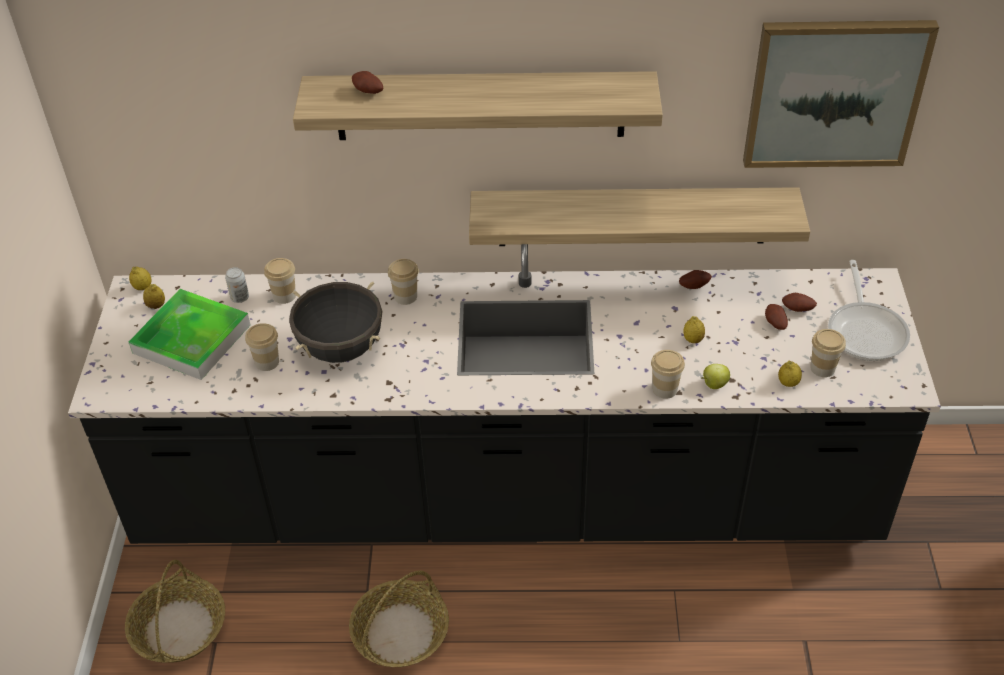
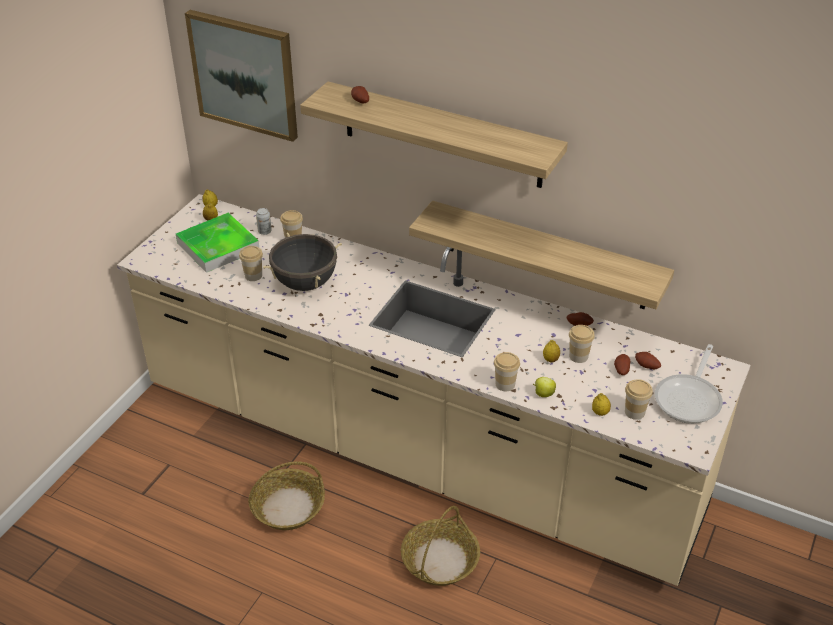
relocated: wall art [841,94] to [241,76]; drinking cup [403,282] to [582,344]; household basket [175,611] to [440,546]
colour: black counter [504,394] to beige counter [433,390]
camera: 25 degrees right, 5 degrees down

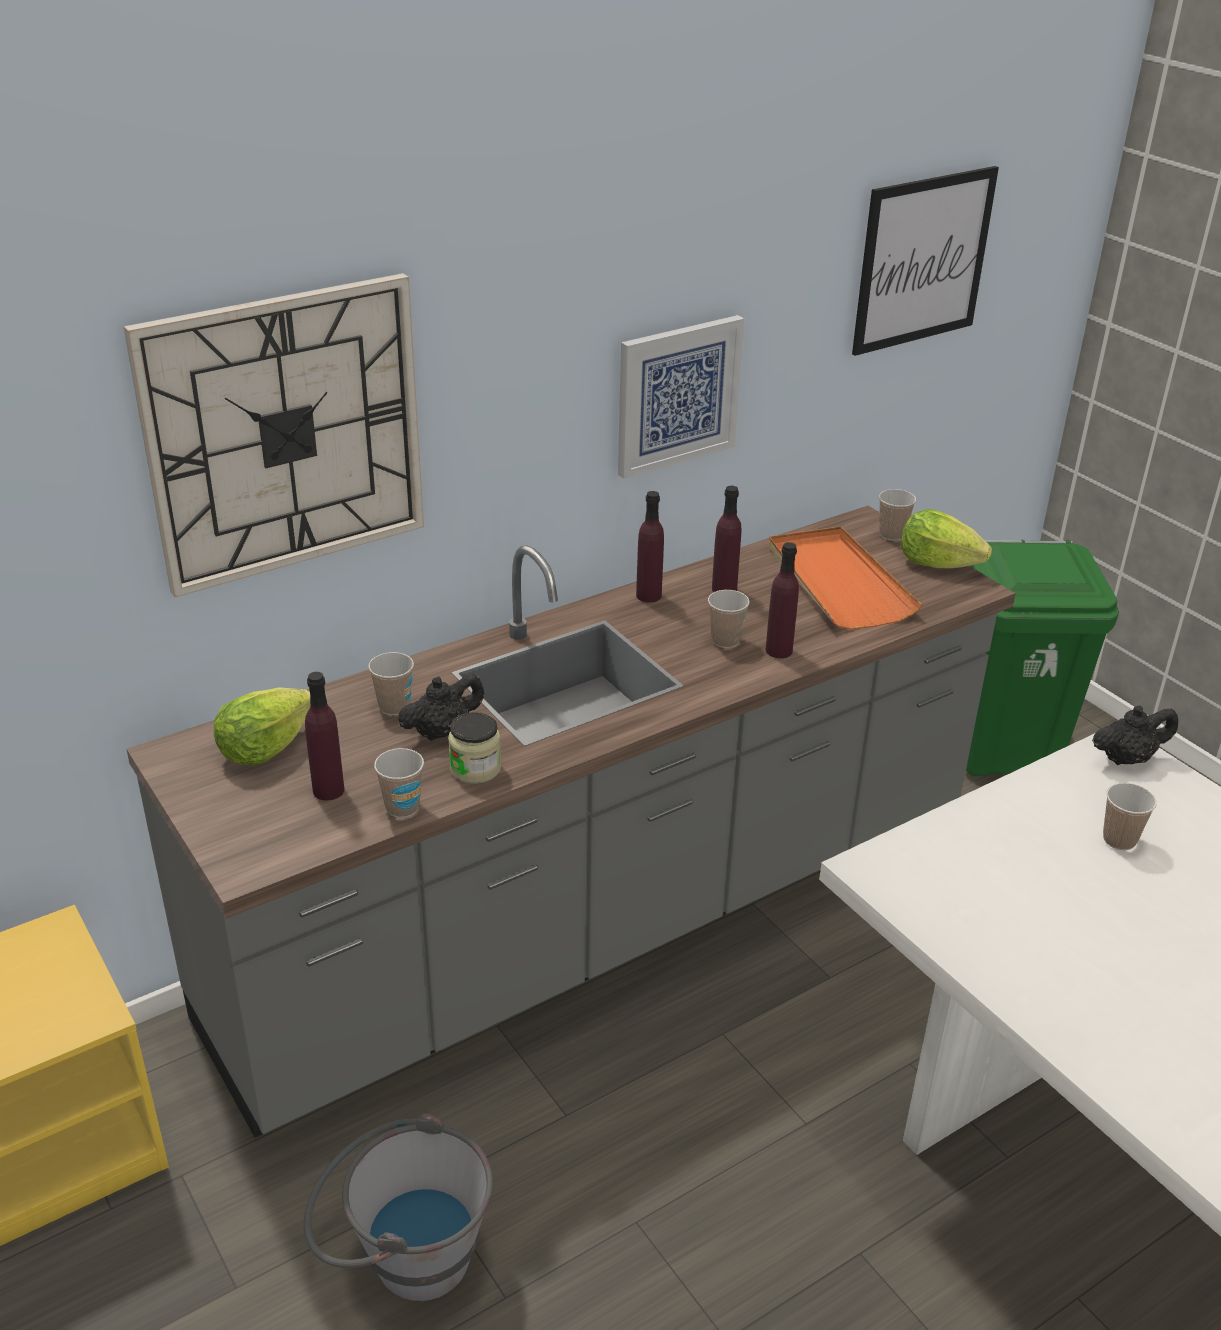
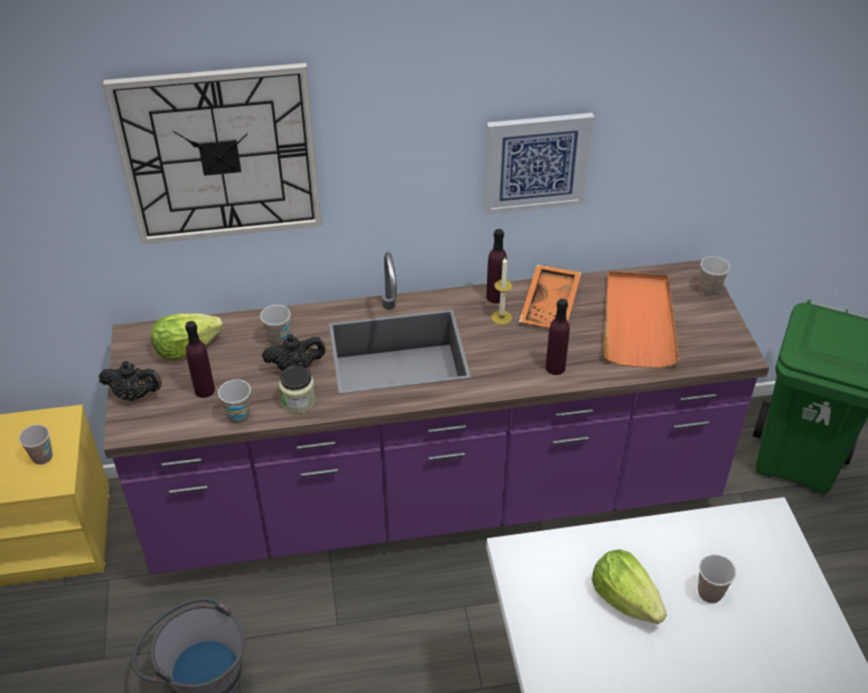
missing: wall art [925,261]
appeared: candle [502,291]
relocated: lettuce [946,538] to [629,586]; drinking cup [729,619] to [36,445]; black pot for tea [1135,735] to [130,381]
exchanged: purple-coloured beverage bottle [727,539] to orange-coloured carrying tray [550,296]
colour: greyish counter [571,822] to purple-coloured counter [436,413]
camera: 25 degrees right, 10 degrees up

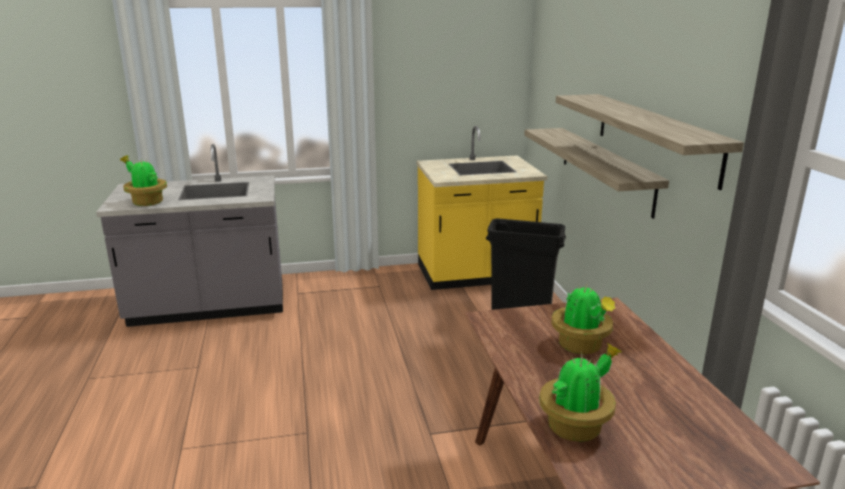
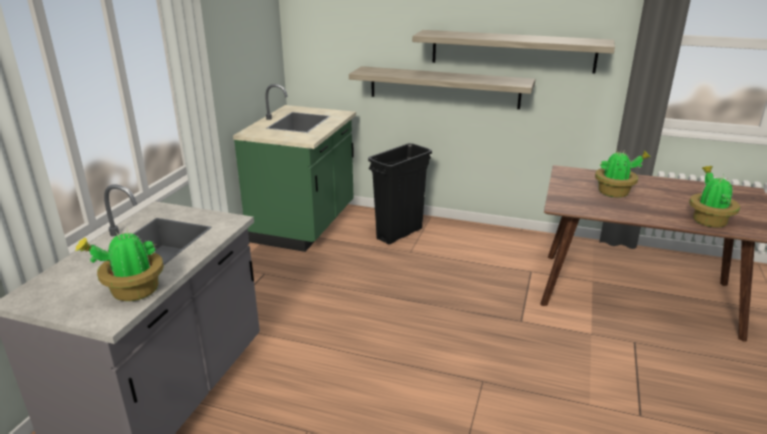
colour: yellow counter [482,208] to green counter [294,168]
camera: 60 degrees left, 5 degrees up

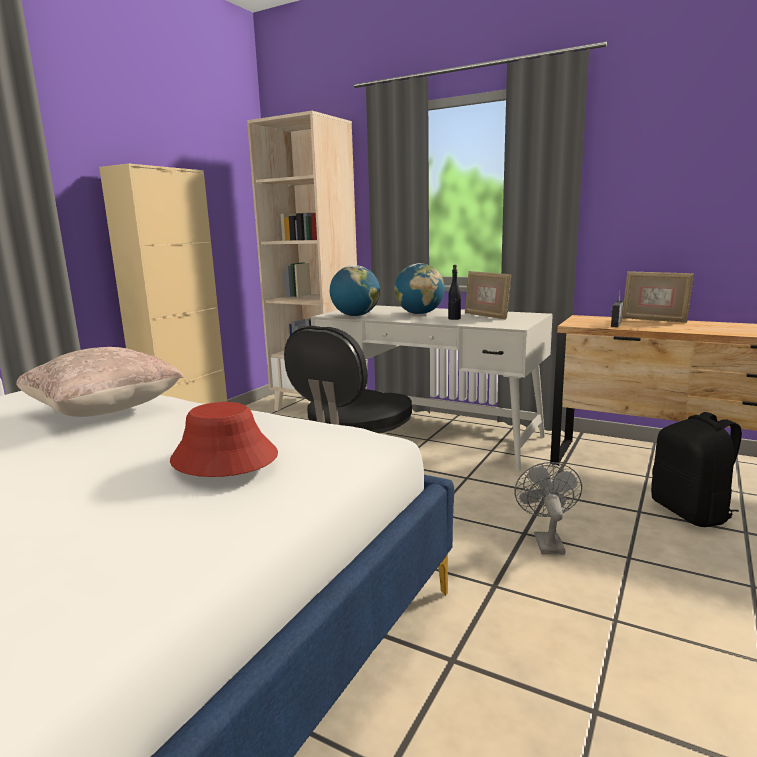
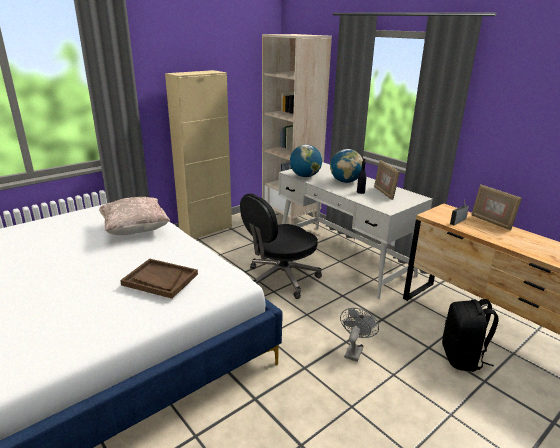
exchanged: red wearable hat [224,439] to brownish carrying tray [159,279]
camera: 20 degrees right, 10 degrees up

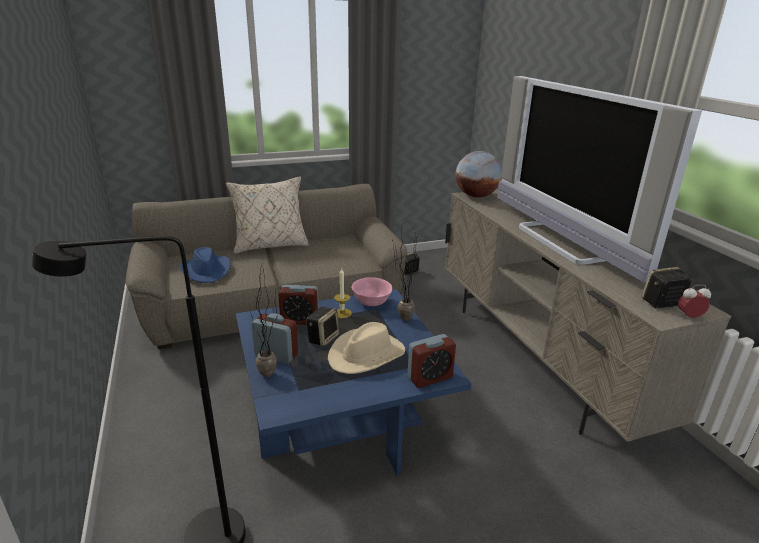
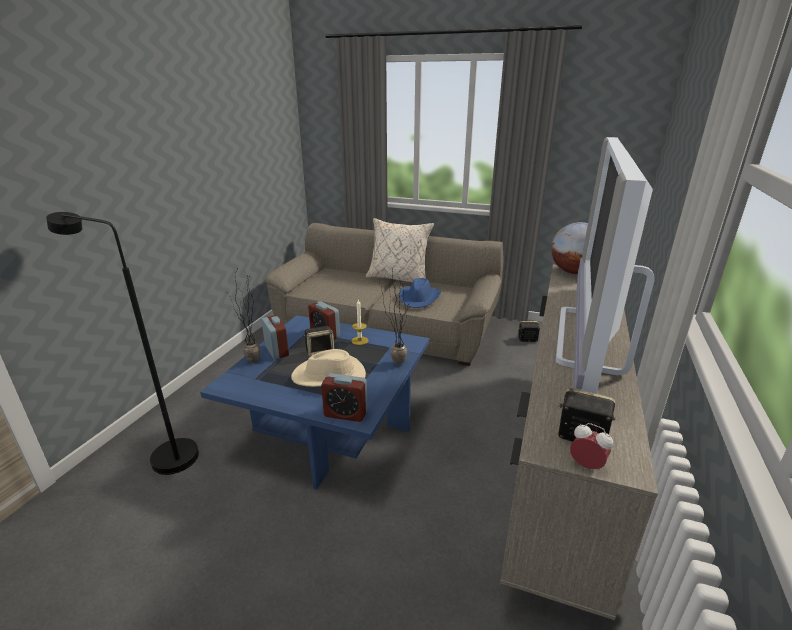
missing: pink deep dish [372,291]
relocated: blue-coloured wearable hat [205,265] to [420,293]
camera: 40 degrees right, 0 degrees up

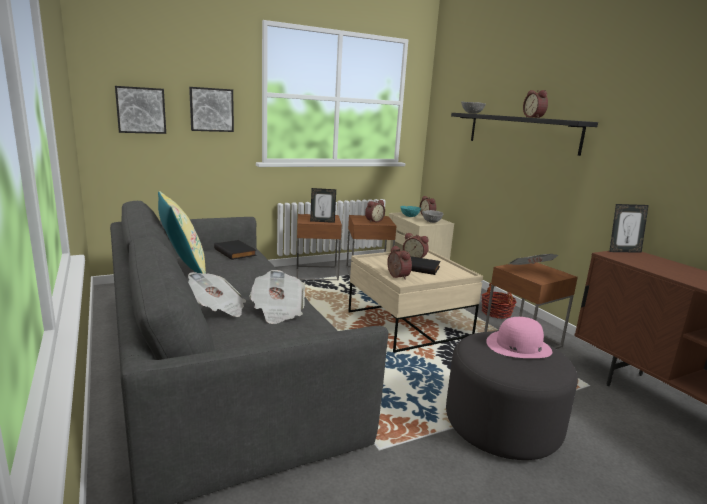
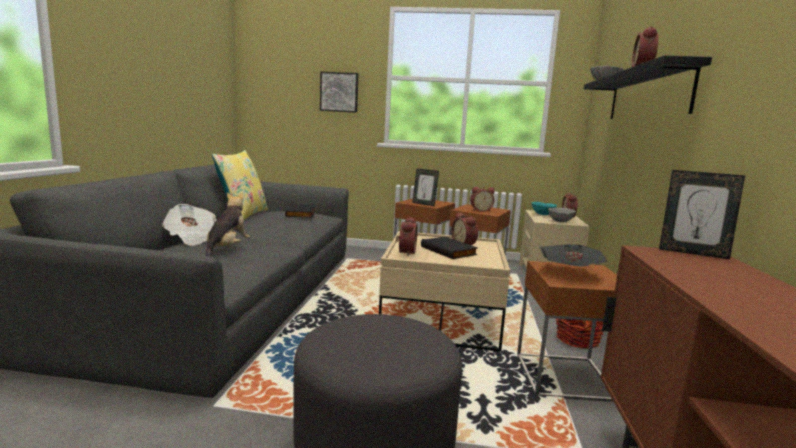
missing: wall art [140,110]; pink wearable hat [519,337]
exchanged: newspaper [277,297] to plush toy [228,224]
camera: 35 degrees right, 5 degrees down

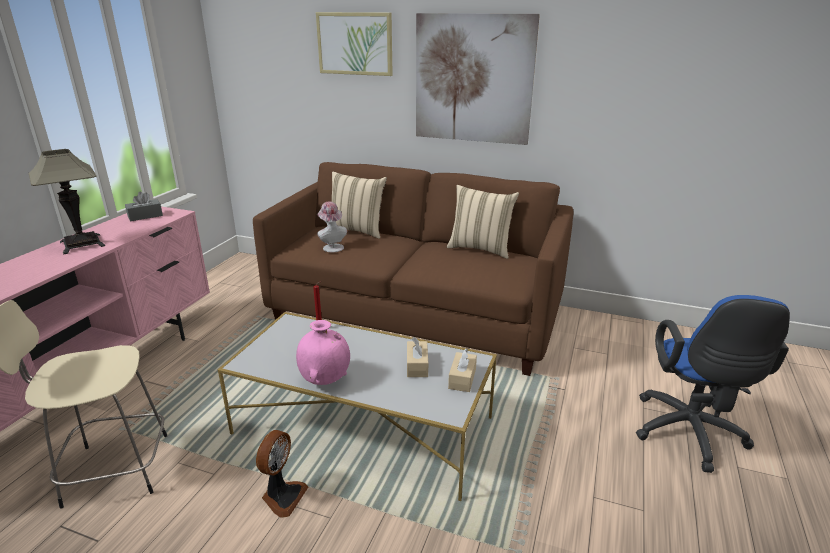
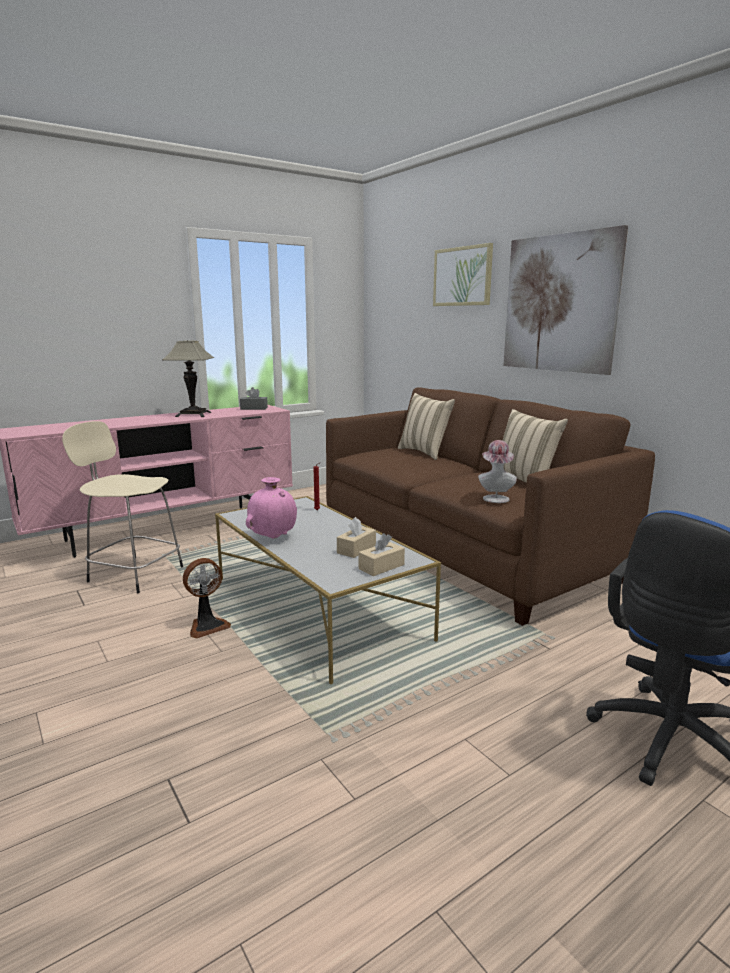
relocated: wearable hat [332,226] to [497,471]
camera: 35 degrees right, 10 degrees down

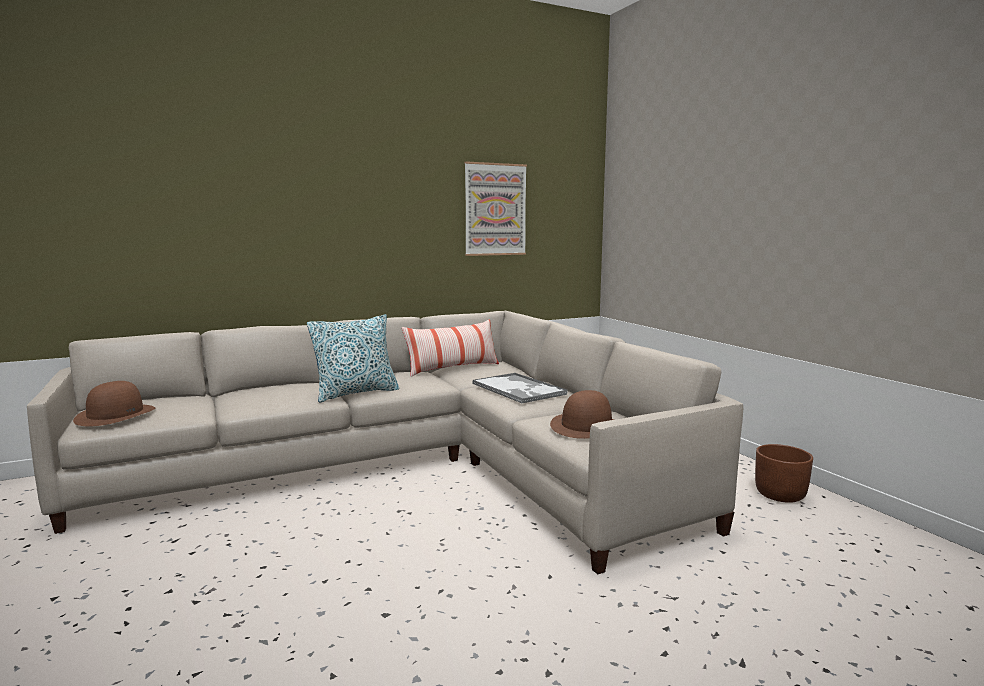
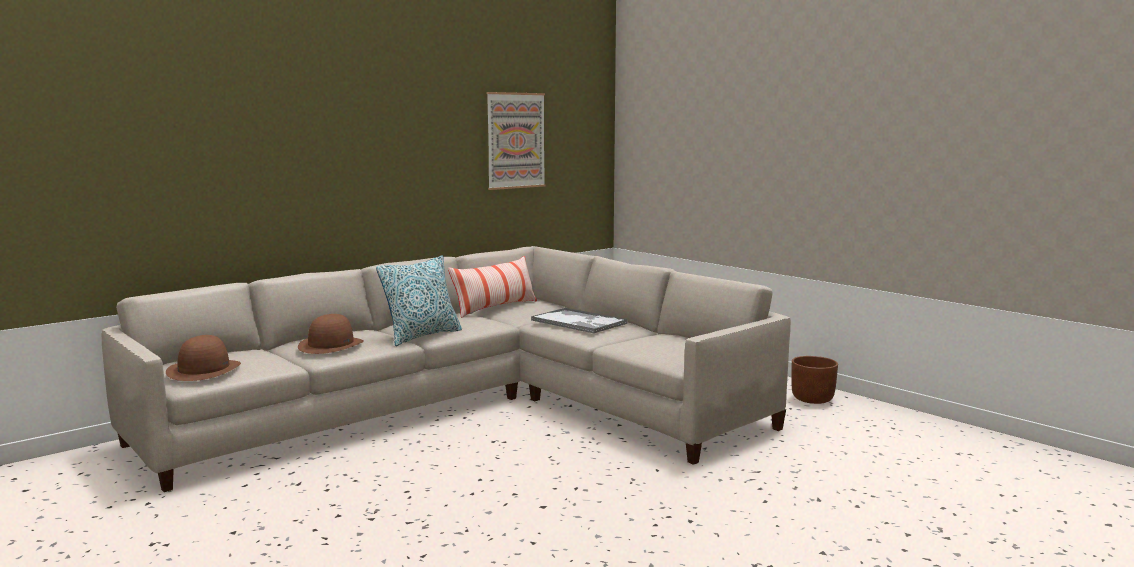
relocated: brownish wearable hat [582,414] to [331,334]
camera: 15 degrees left, 0 degrees up

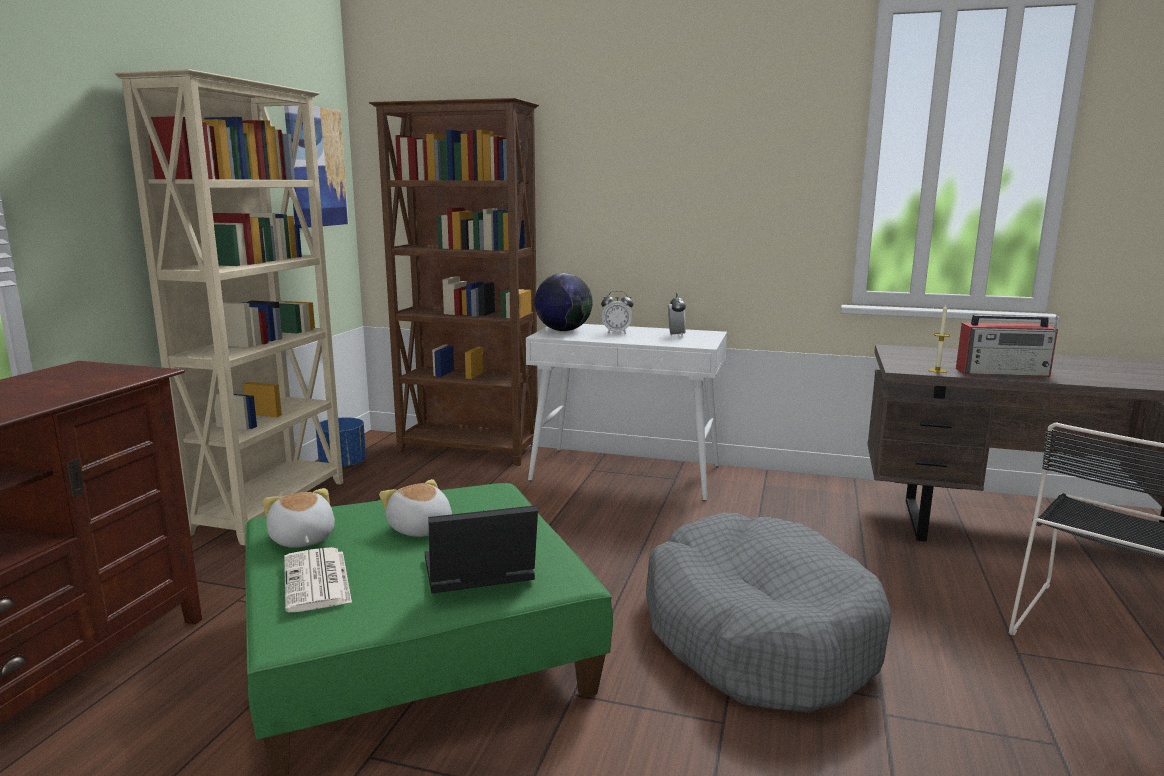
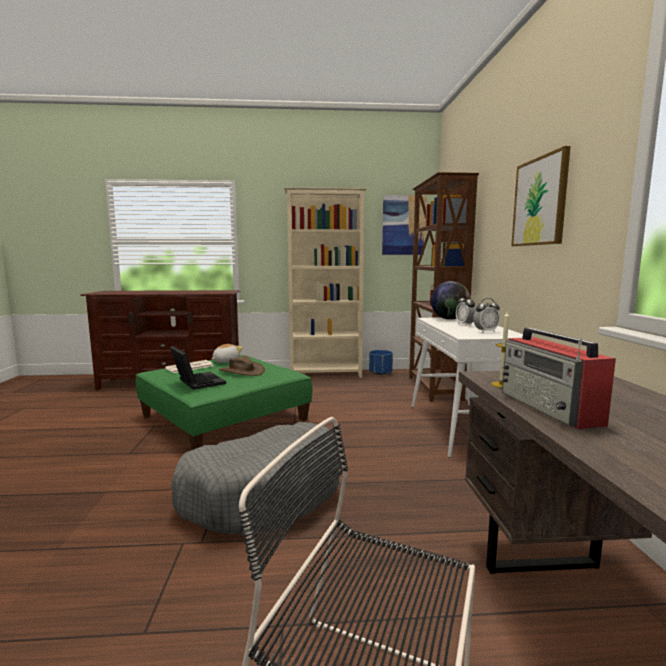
appeared: wall art [541,196]
exchanged: plush toy [415,508] to brownish wearable hat [242,366]
camera: 70 degrees right, 5 degrees down

